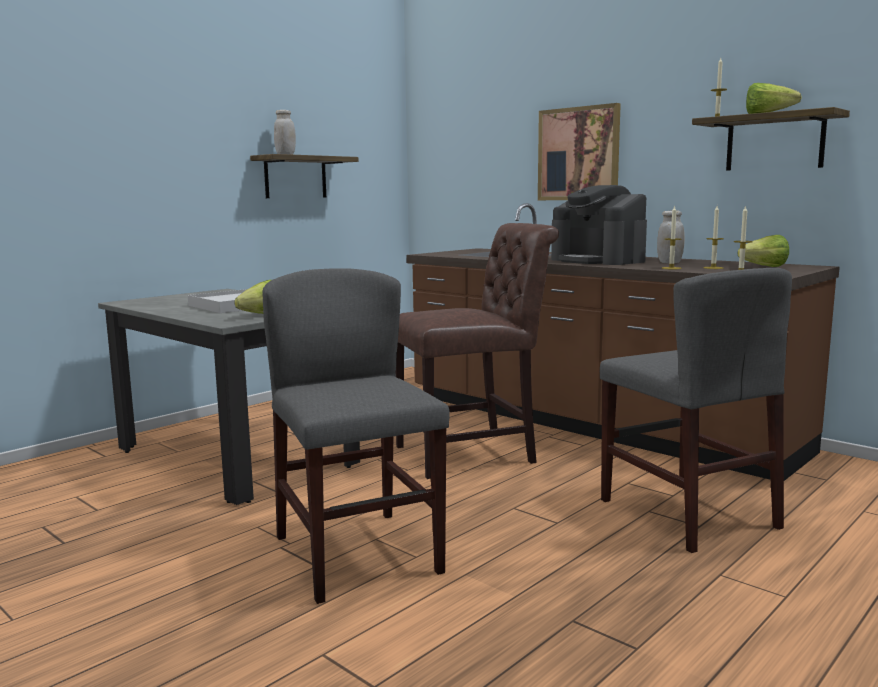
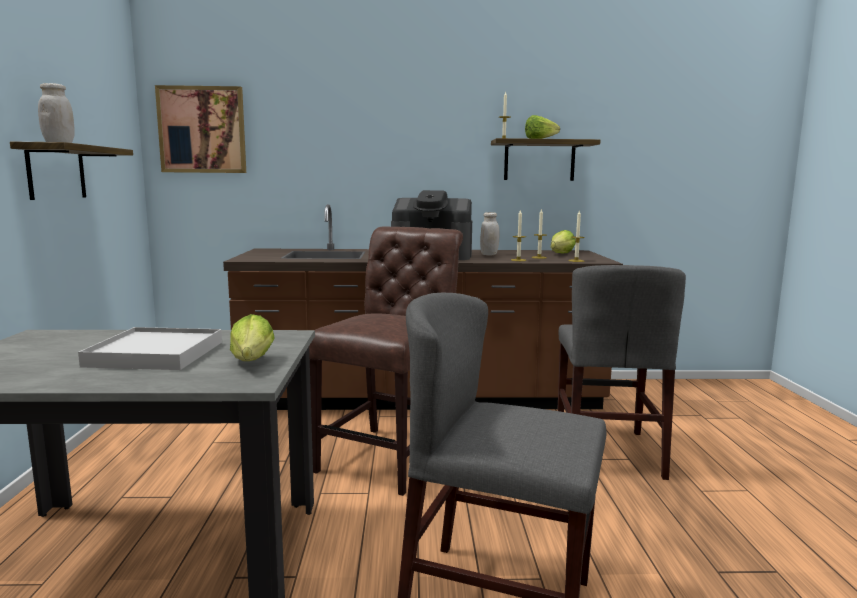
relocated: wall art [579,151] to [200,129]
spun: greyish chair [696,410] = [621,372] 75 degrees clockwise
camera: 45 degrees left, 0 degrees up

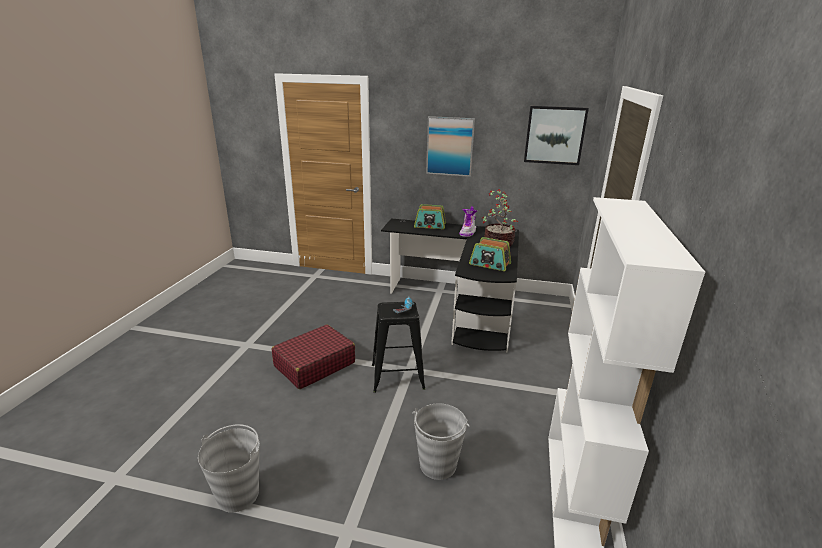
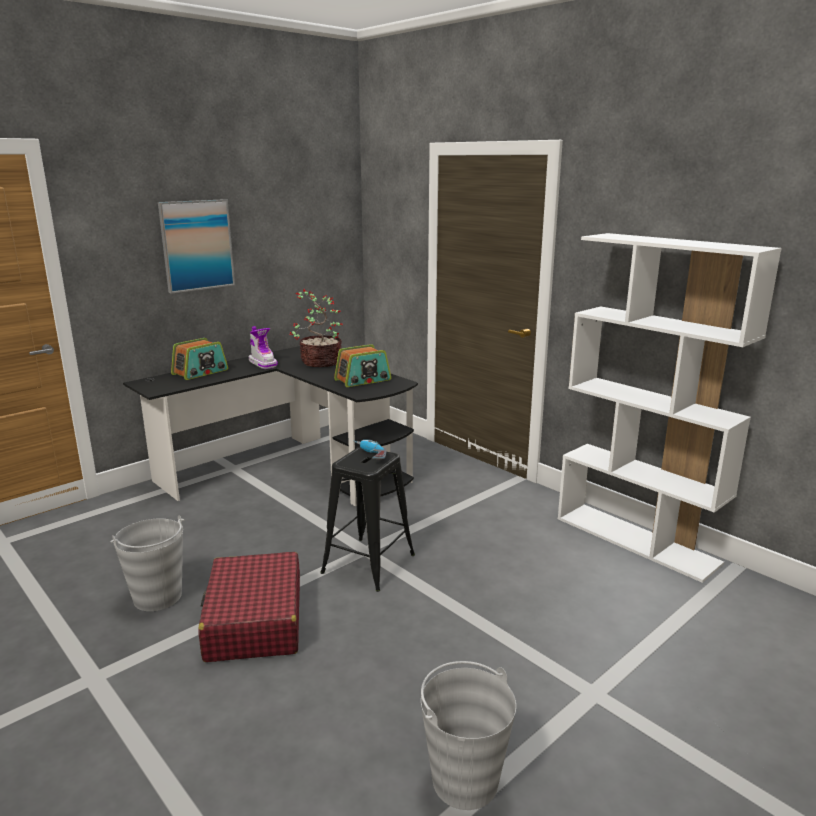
missing: wall art [556,135]
relocated: greyish water bucket [440,442] to [148,563]
camera: 55 degrees left, 5 degrees down

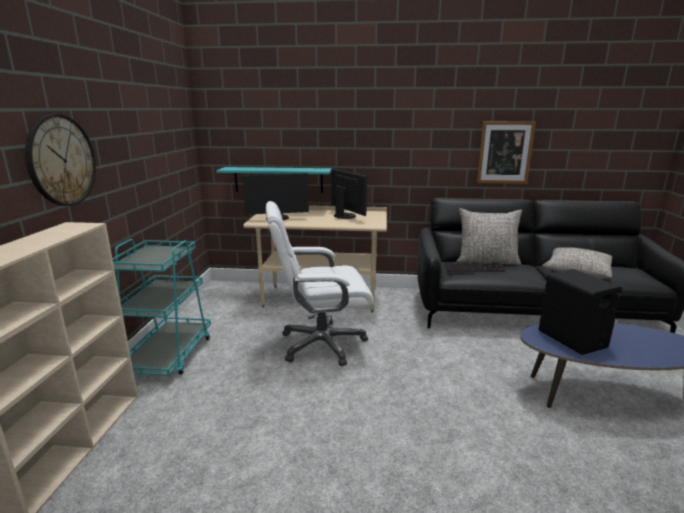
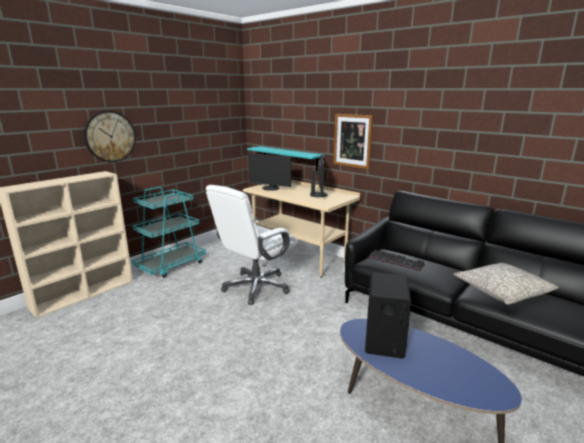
missing: greyish cushion [489,236]
relocated: wall art [506,152] to [353,141]
spun: whitish computer chair [320,283] = [251,245] 75 degrees counterclockwise
camera: 35 degrees right, 0 degrees up

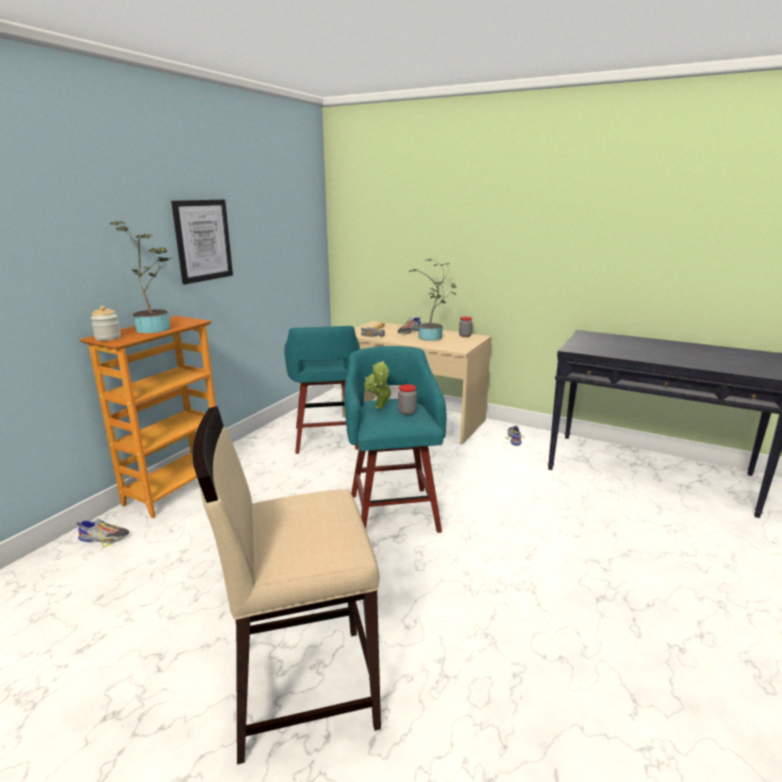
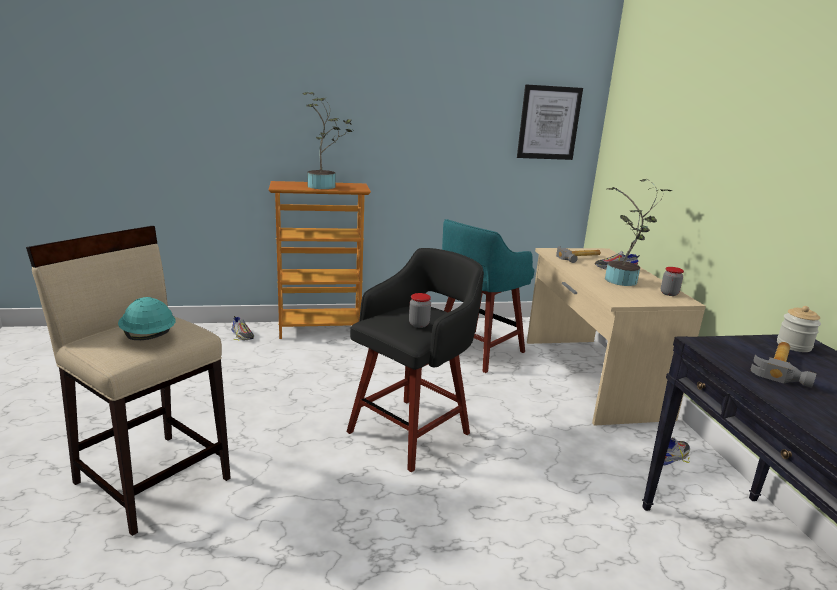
missing: plant in a pot [378,385]
appeared: turquoise work helmet [147,318]; tool hammer [783,365]
relocated: wall art [202,242] to [550,122]; storage jar [106,323] to [799,329]
colour: turquoise stool seat [395,439] to black stool seat [415,360]
camera: 50 degrees right, 0 degrees up

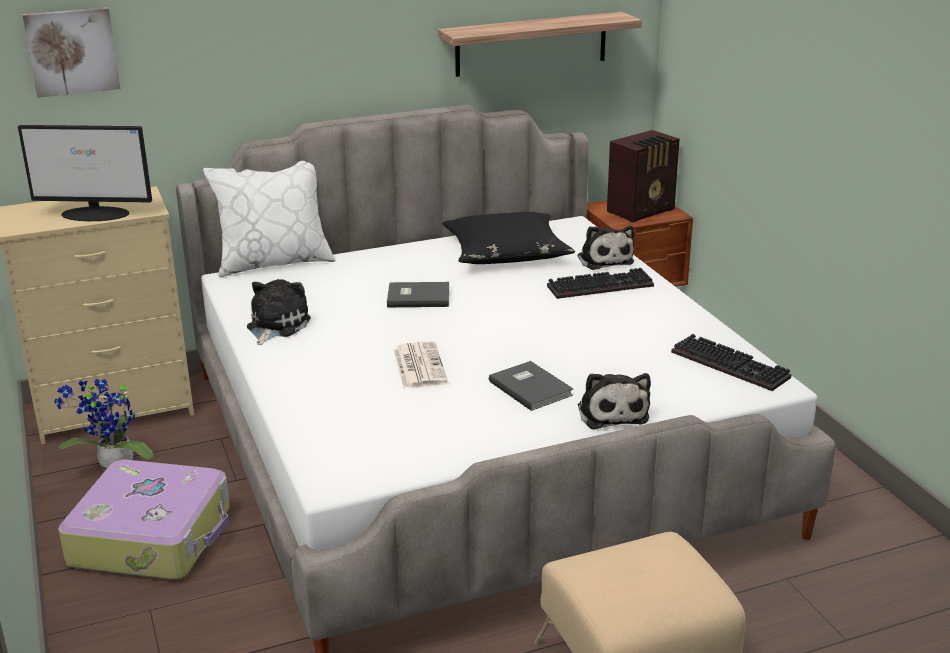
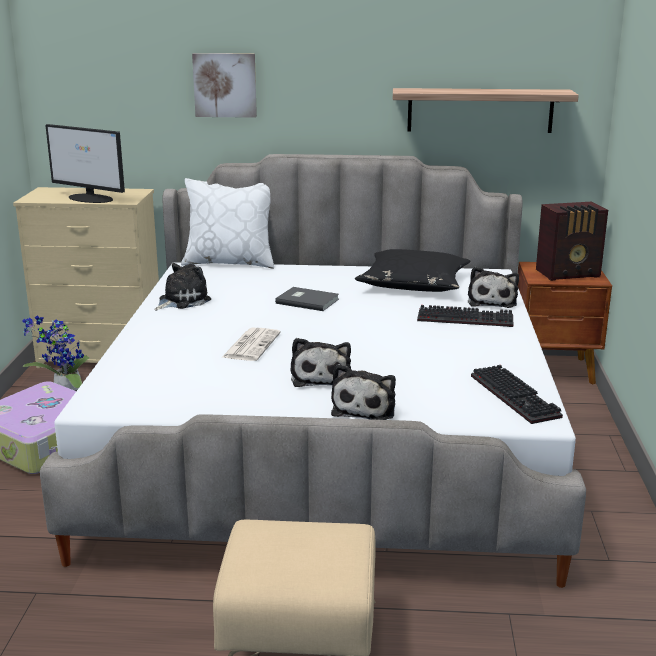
relocated: wall art [71,52] to [224,85]
exchanged: greyish bound book [531,386] to plush toy [320,362]
camera: 25 degrees right, 5 degrees down

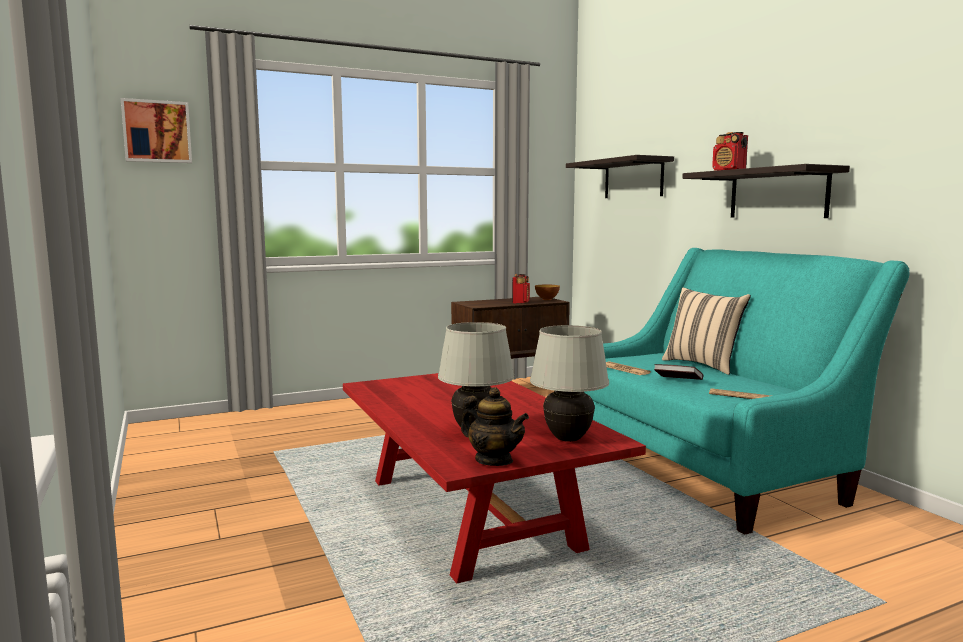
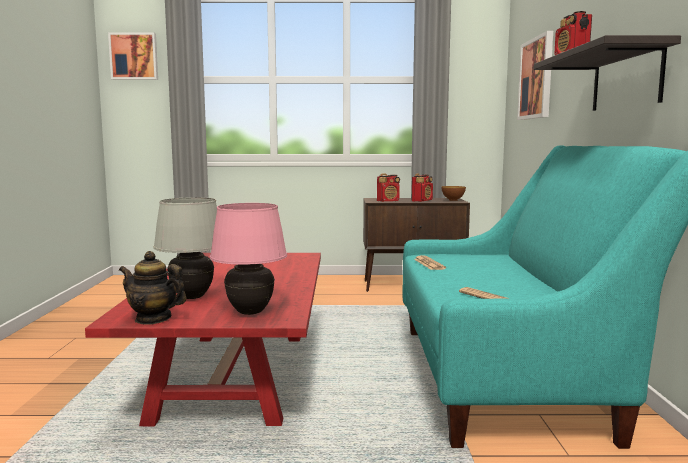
missing: beige cushion [706,331]; bound book [678,372]
appeared: radio receiver [388,187]
exchanged: wall shelf [620,176] to wall art [535,75]
colour: whitish lamp for a table [569,383] to pink lamp for a table [248,259]
spun: pot for tea [495,426] = [153,288] 135 degrees clockwise
camera: 25 degrees right, 0 degrees up

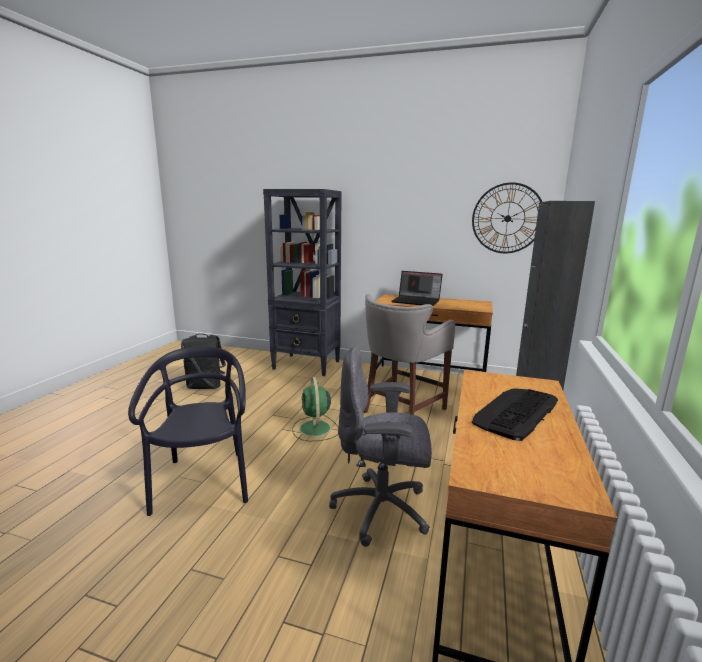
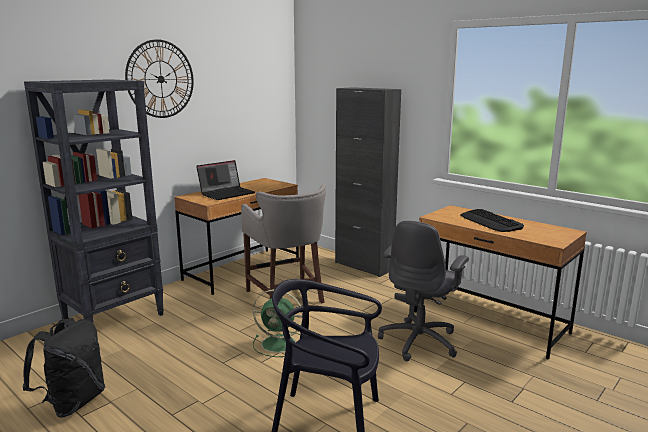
relocated: clock on the wall [507,217] to [159,78]
camera: 65 degrees left, 0 degrees up

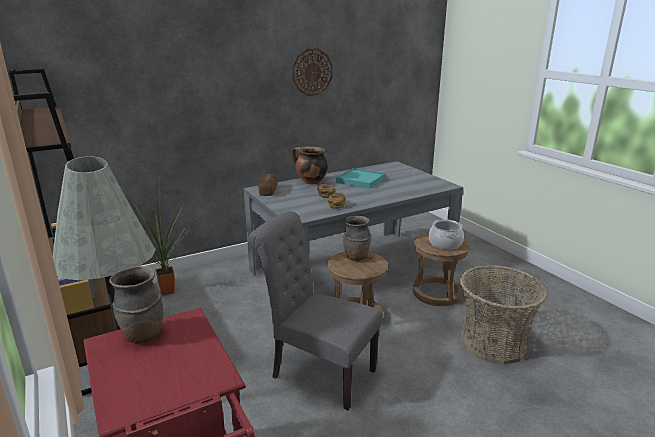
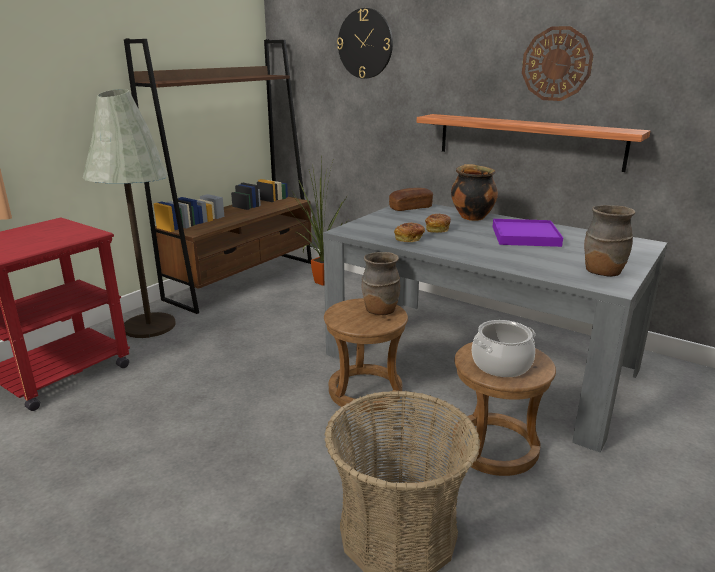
missing: greyish chair [315,310]
appeared: clock on the wall [365,43]; wall shelf [533,143]
relocated: brownish decorative vase [136,304] to [609,241]
colour: turquoise carrying tray [361,178] to purple-coloured carrying tray [528,233]
camera: 65 degrees right, 0 degrees up

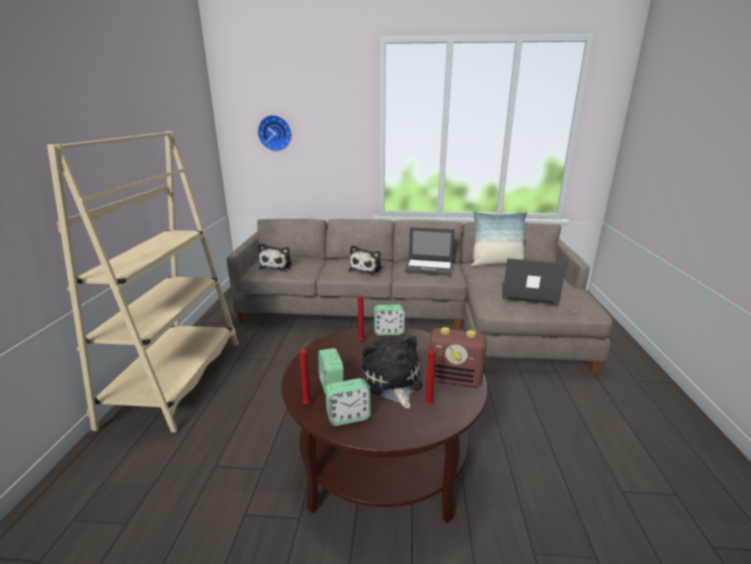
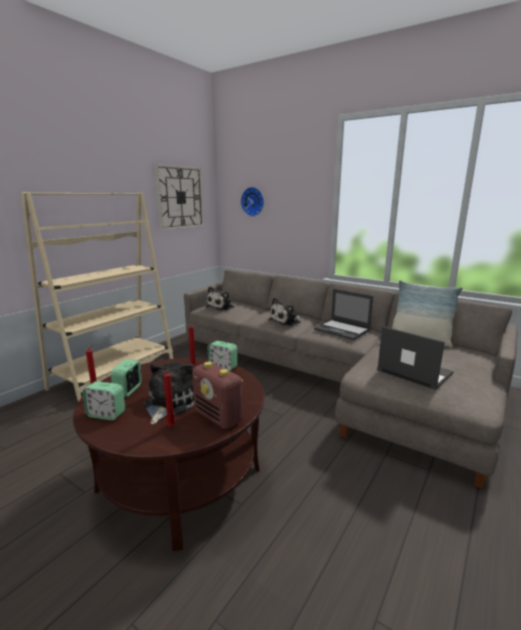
appeared: clock on the wall [179,197]
camera: 30 degrees right, 5 degrees down

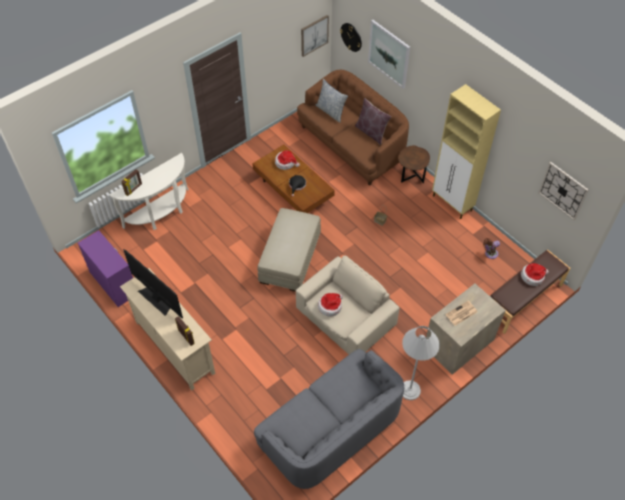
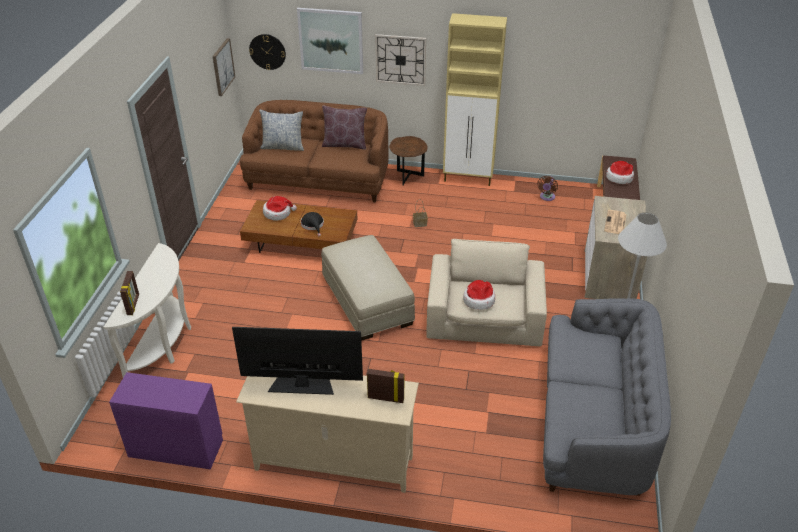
relocated: clock on the wall [563,191] to [400,60]
camera: 40 degrees left, 15 degrees down

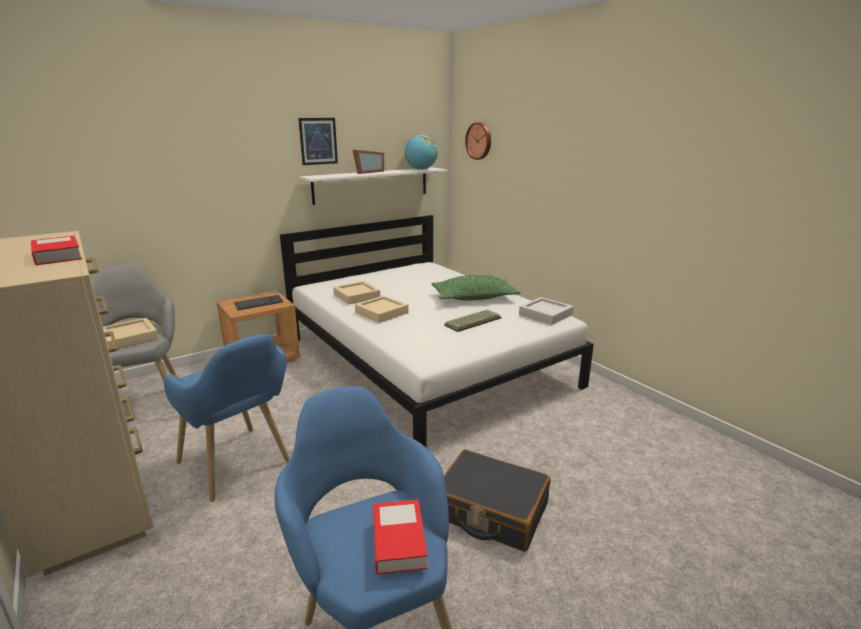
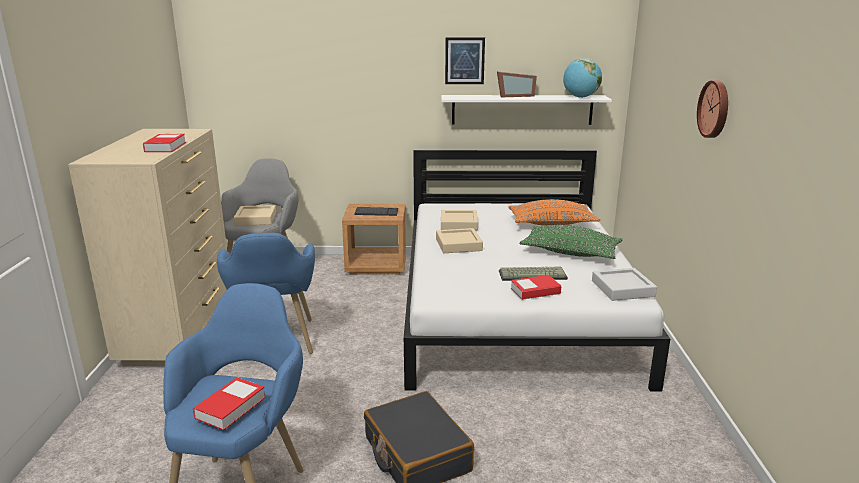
appeared: orange-coloured cushion [554,212]; bound book [536,287]
relocated: clock on the wall [478,141] to [712,109]
camera: 35 degrees right, 0 degrees up

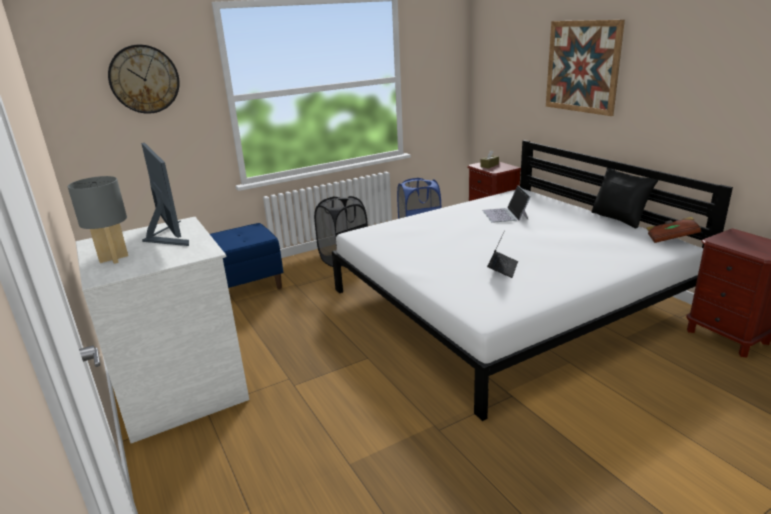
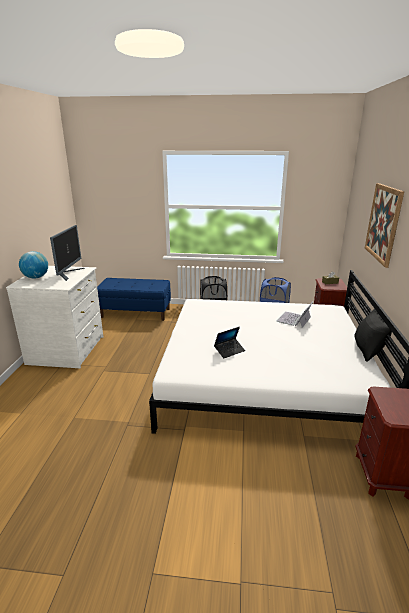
missing: clock on the wall [144,79]; brownish bound book [674,230]
exchanged: greyish lamp for a table [98,220] to globe [33,265]
camera: 35 degrees right, 0 degrees up

